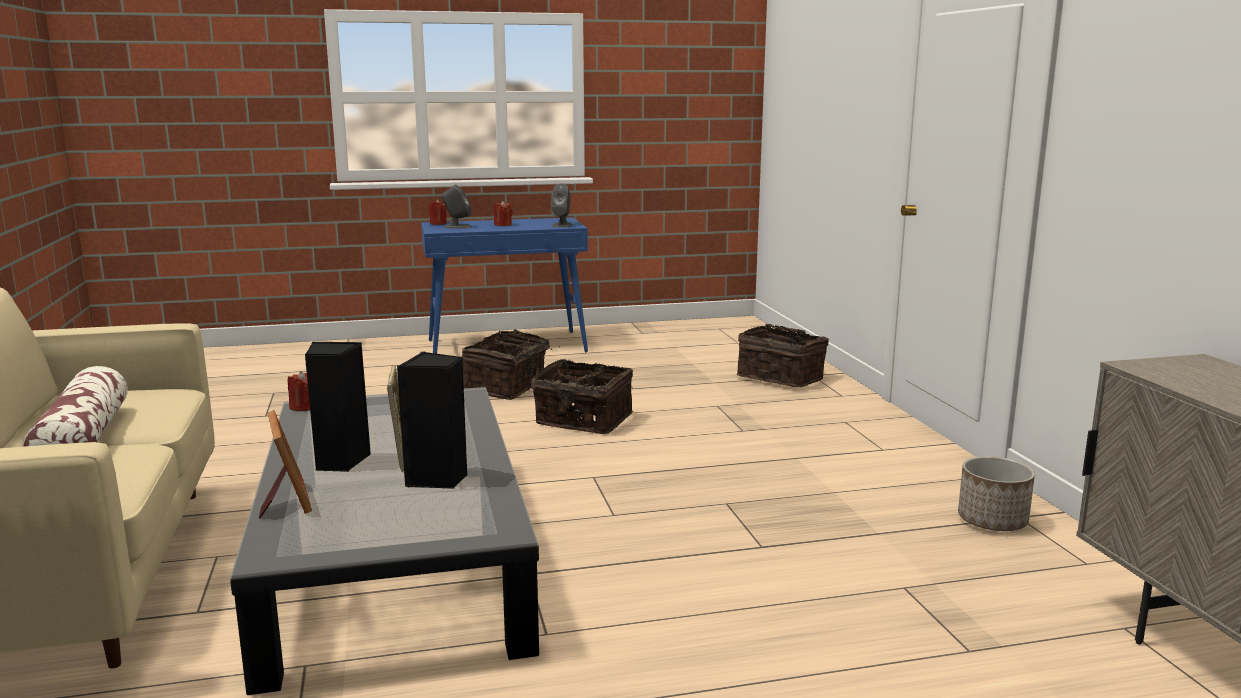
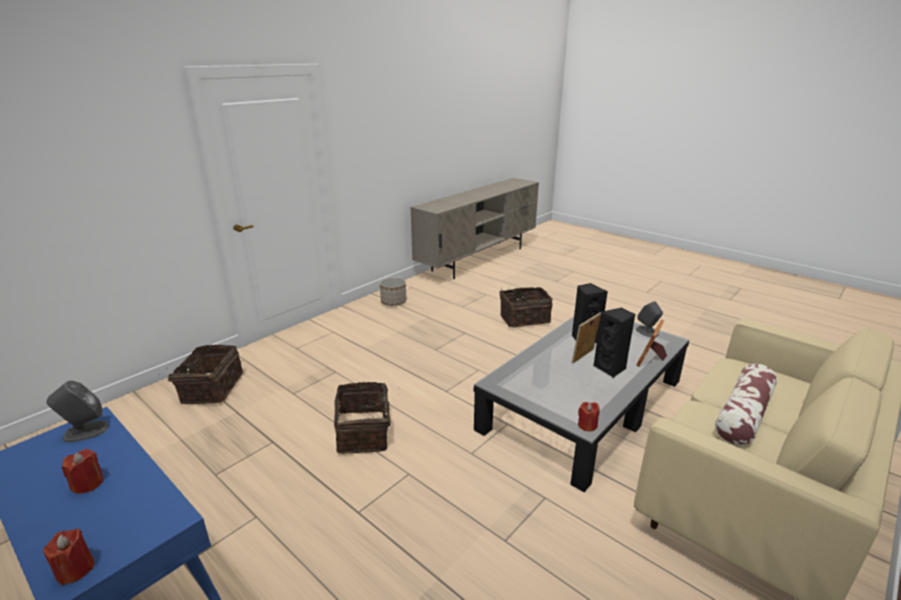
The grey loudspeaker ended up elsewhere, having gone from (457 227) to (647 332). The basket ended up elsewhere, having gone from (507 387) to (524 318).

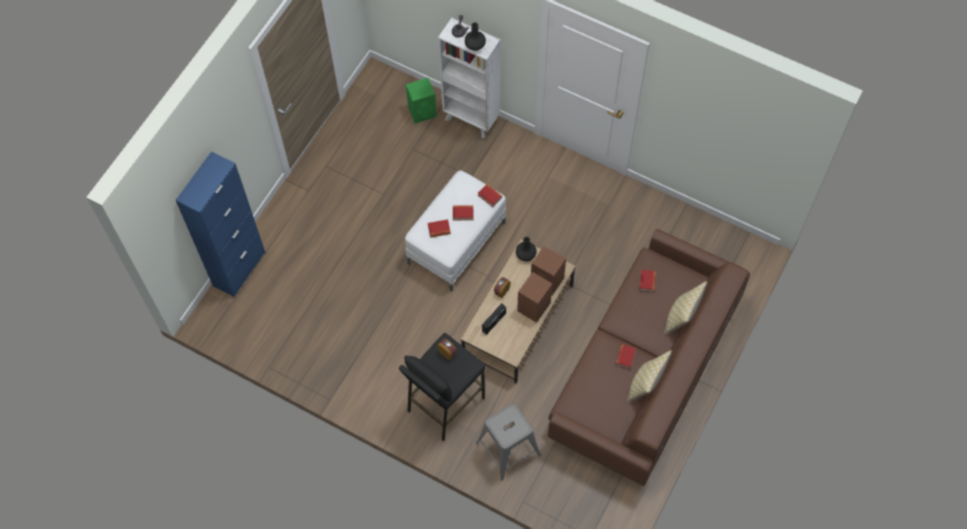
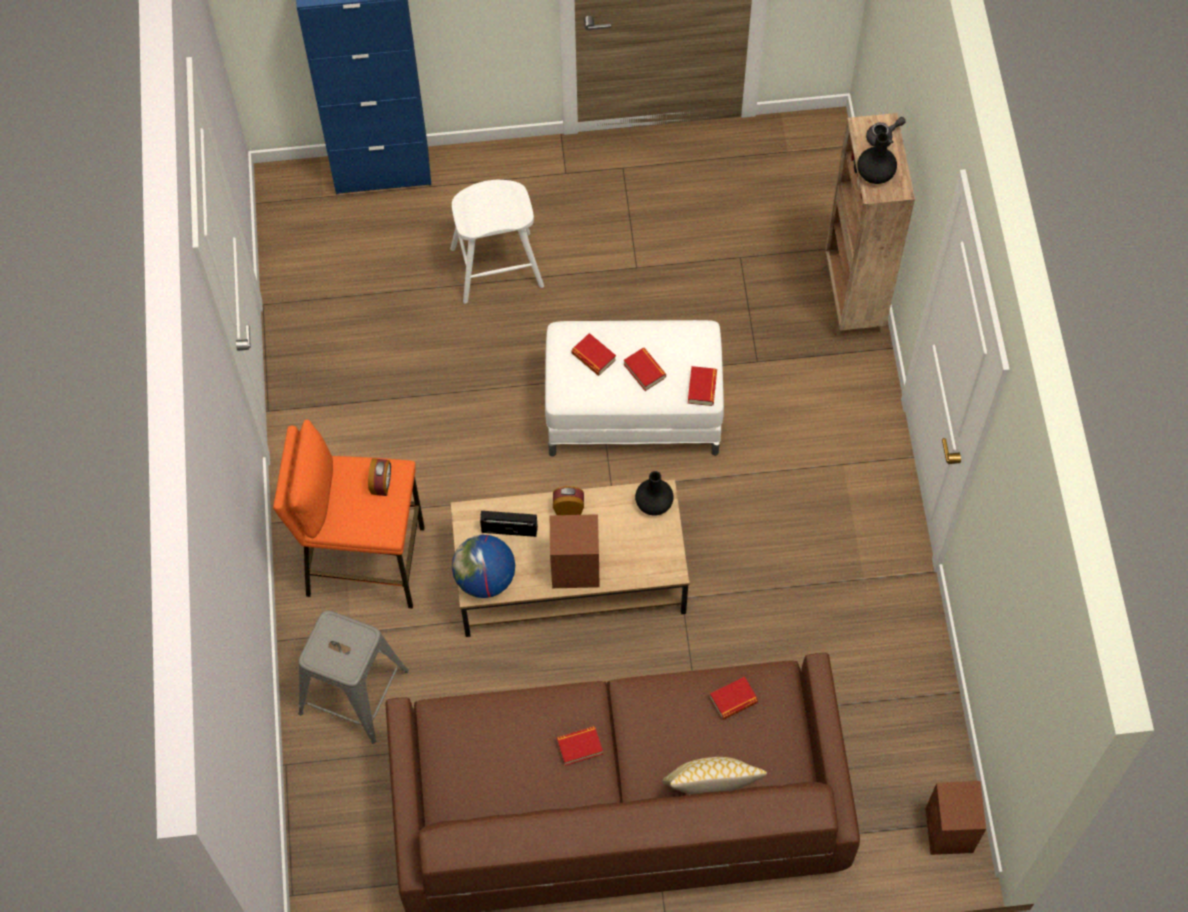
What was the black stool seat at (445 404) turned into the orange-coloured stool seat at (365 562). The second view lost the green loudspeaker at (423 111). What was the whitish bookcase at (471 120) turned into the brownish bookcase at (852 301). The brownish loudspeaker ended up elsewhere, having gone from (548 281) to (949 832). The second view lost the cushion at (645 385). The second view gained the whitish stool seat at (496 267). The second view gained the world globe at (485 578).

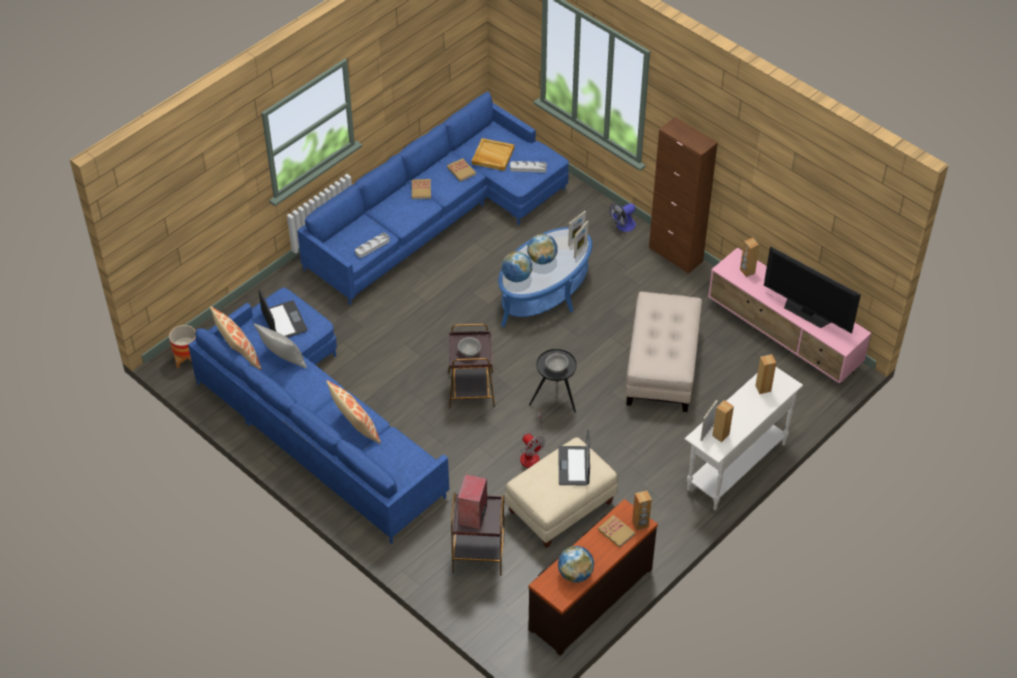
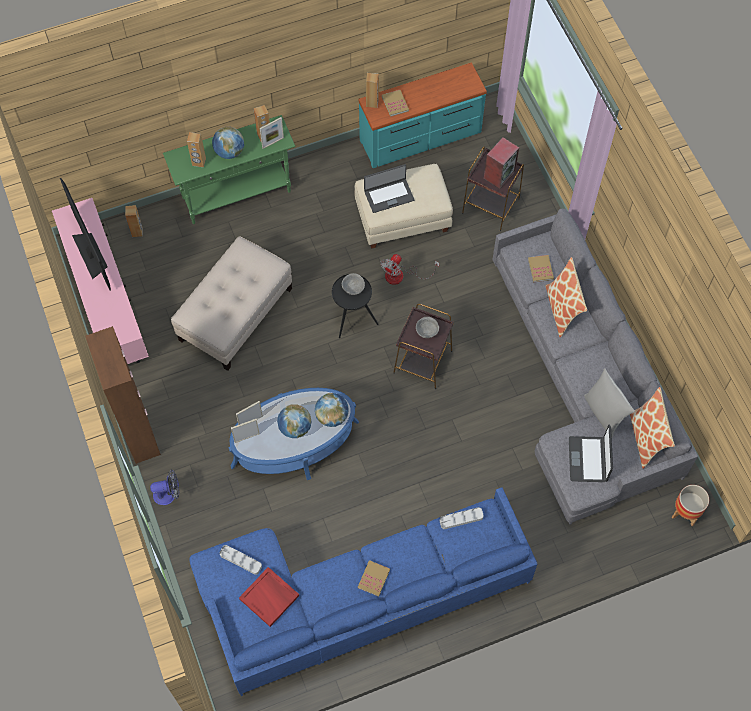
What was the blue-coloured settee at (316 424) turned into the grey settee at (582 384). The volume ended up elsewhere, having gone from (461 171) to (540 269). What was the beige tray at (492 156) turned into the reddish tray at (270 597). The cooling fan at (531 454) ended up facing another way, 135 degrees counterclockwise from before. What was the brownish drawer chest at (589 598) turned into the turquoise-coloured drawer chest at (421 137). The laptop at (574 466) ended up facing another way, 45 degrees clockwise from before. The world globe ended up elsewhere, having gone from (575 574) to (229 152). What was the whitish narrow table at (735 466) turned into the green narrow table at (237 195). The brownish loudspeaker ended up elsewhere, having gone from (747 271) to (137 231).

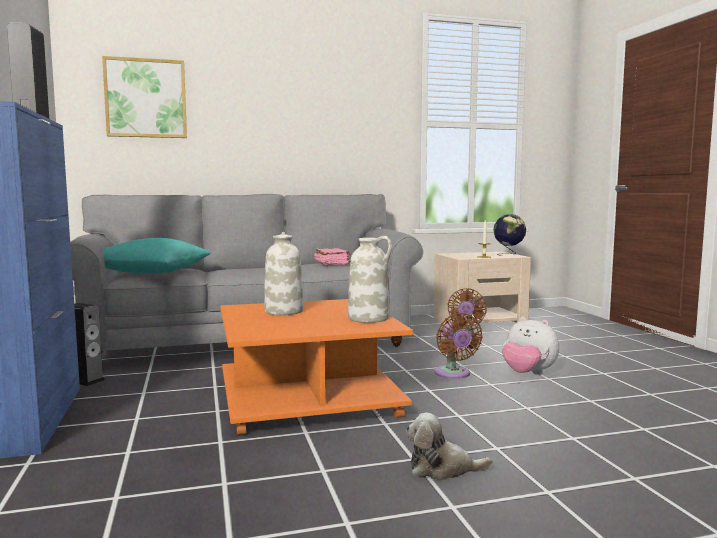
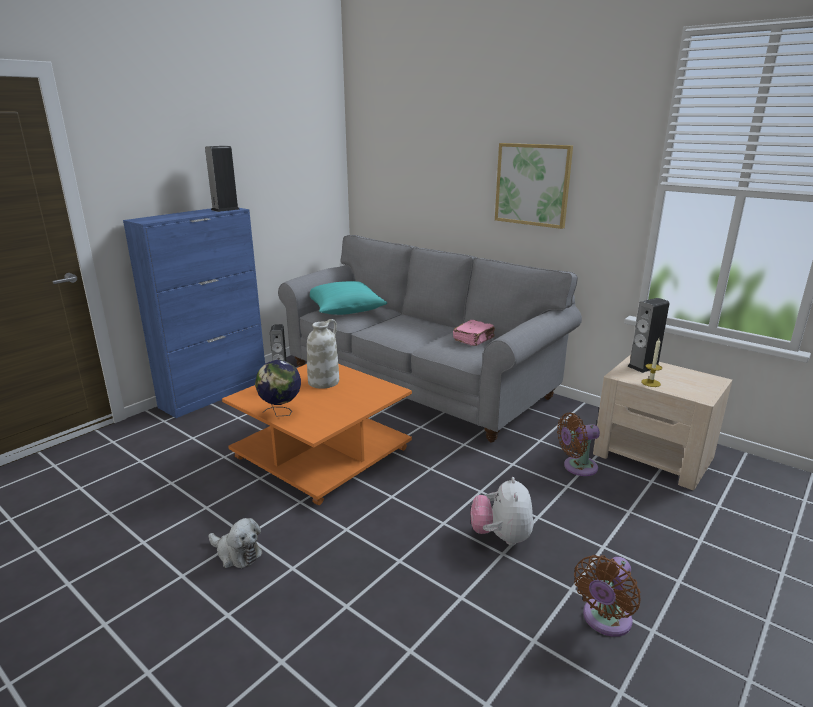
The wall picture ended up elsewhere, having gone from (146 98) to (532 184). The second view lost the whitish decorative vase at (369 318). The soft toy at (442 469) ended up facing another way, 150 degrees clockwise from before. The brownish cooling fan ended up elsewhere, having gone from (453 374) to (604 620). The world globe ended up elsewhere, having gone from (508 254) to (281 413). The second view gained the loudspeaker at (643 366).

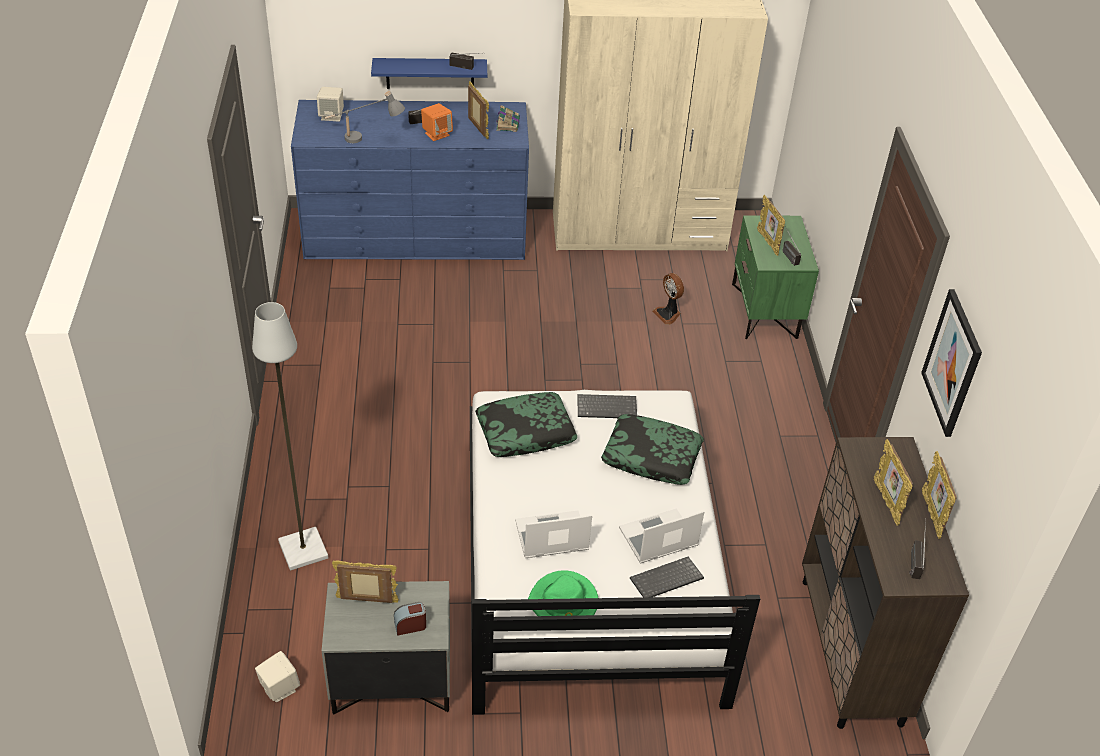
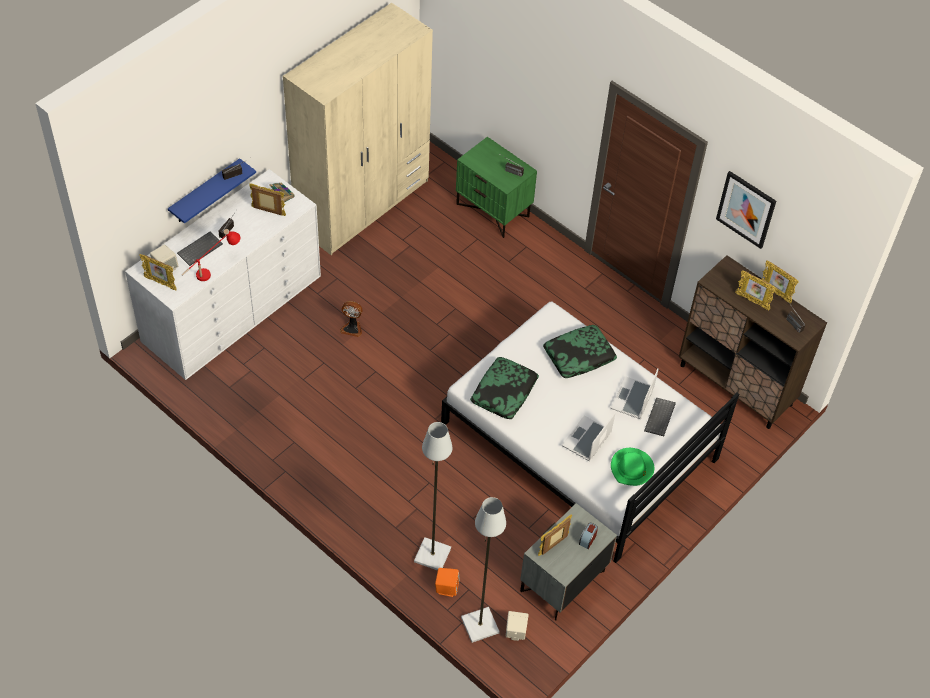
What was the blue-coloured drawer chest at (416 235) turned into the whitish drawer chest at (232 308). What was the grey table lamp at (366 140) turned into the reddish table lamp at (212 271). The orange-coloured loudspeaker ended up elsewhere, having gone from (437 134) to (446 588). The PC keyboard ended up elsewhere, having gone from (607 407) to (200 248). The cooling fan ended up elsewhere, having gone from (668 314) to (352 328). The standing frame ended up elsewhere, having gone from (768 243) to (160 283). The second view gained the grey standard lamp at (479 626).

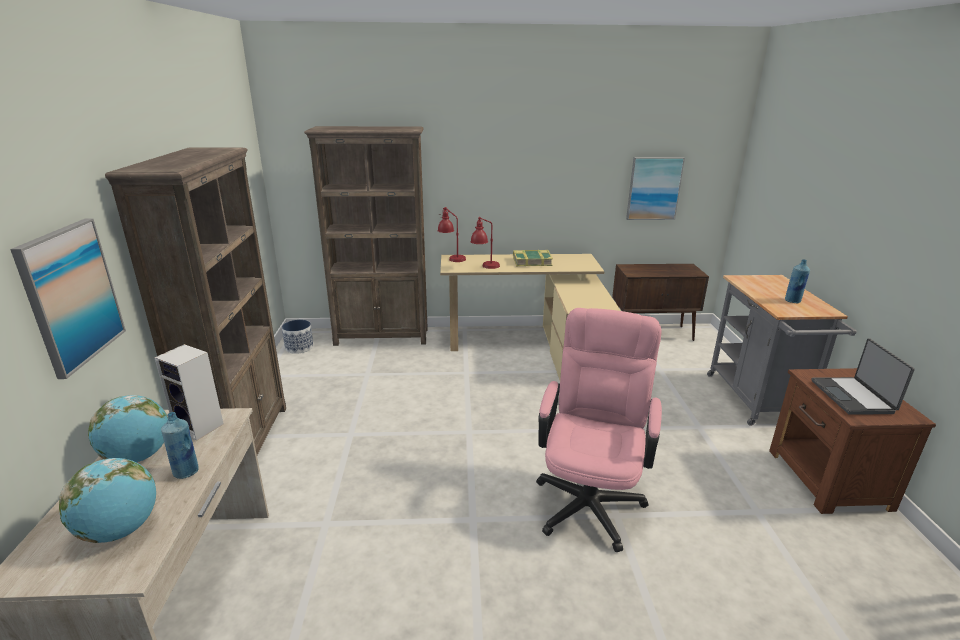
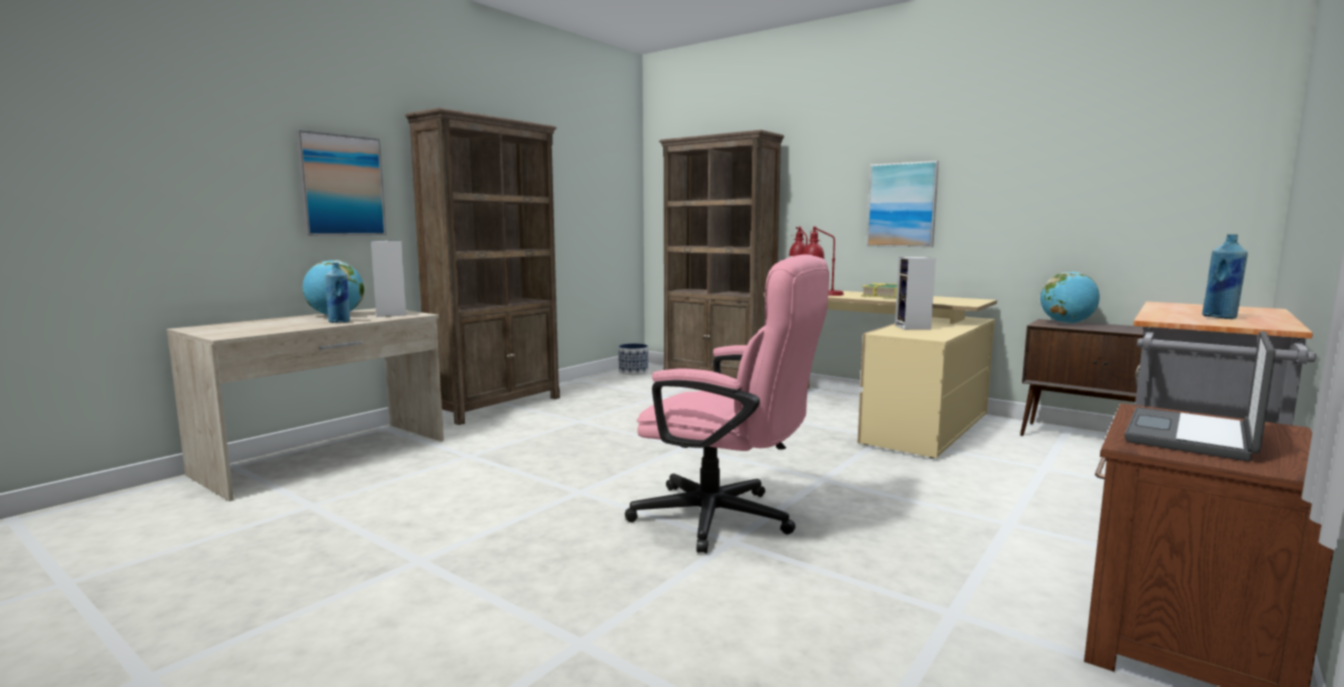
The world globe ended up elsewhere, having gone from (121 530) to (1067 323). The pink desk chair at (590 497) ended up facing another way, 60 degrees clockwise from before. The wall picture ended up elsewhere, having gone from (654 188) to (902 205). The second view gained the loudspeaker at (913 327).

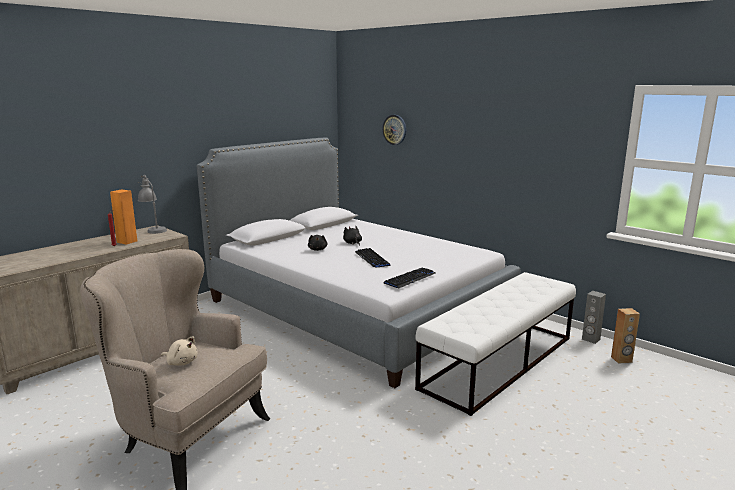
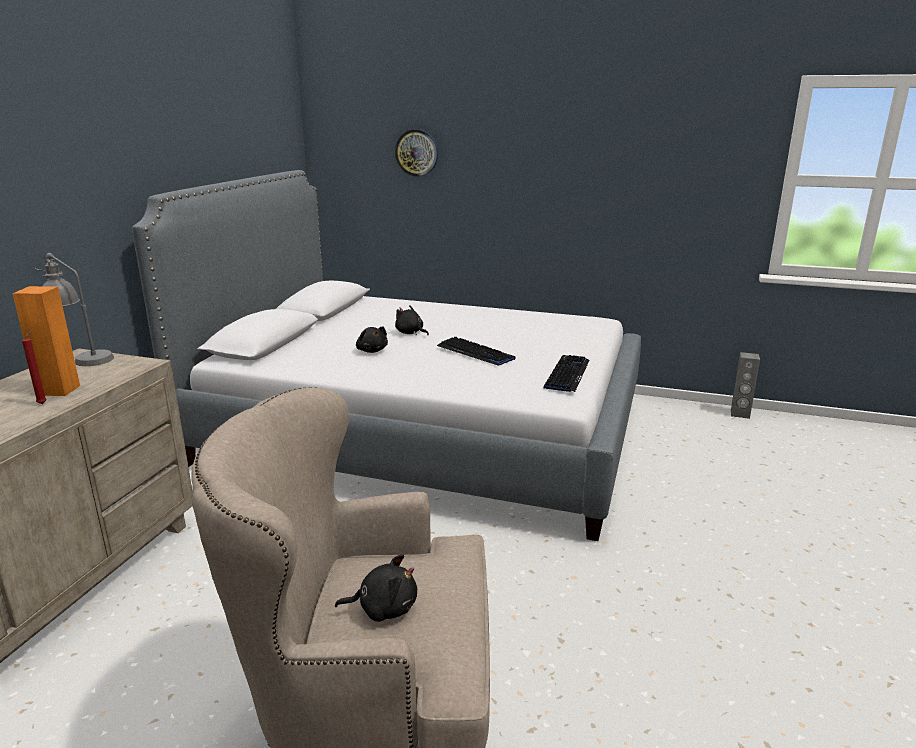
What was the beige soft toy at (181 362) turned into the black soft toy at (383 608). The second view lost the whitish long seat at (499 362). The second view lost the brownish loudspeaker at (621 359).

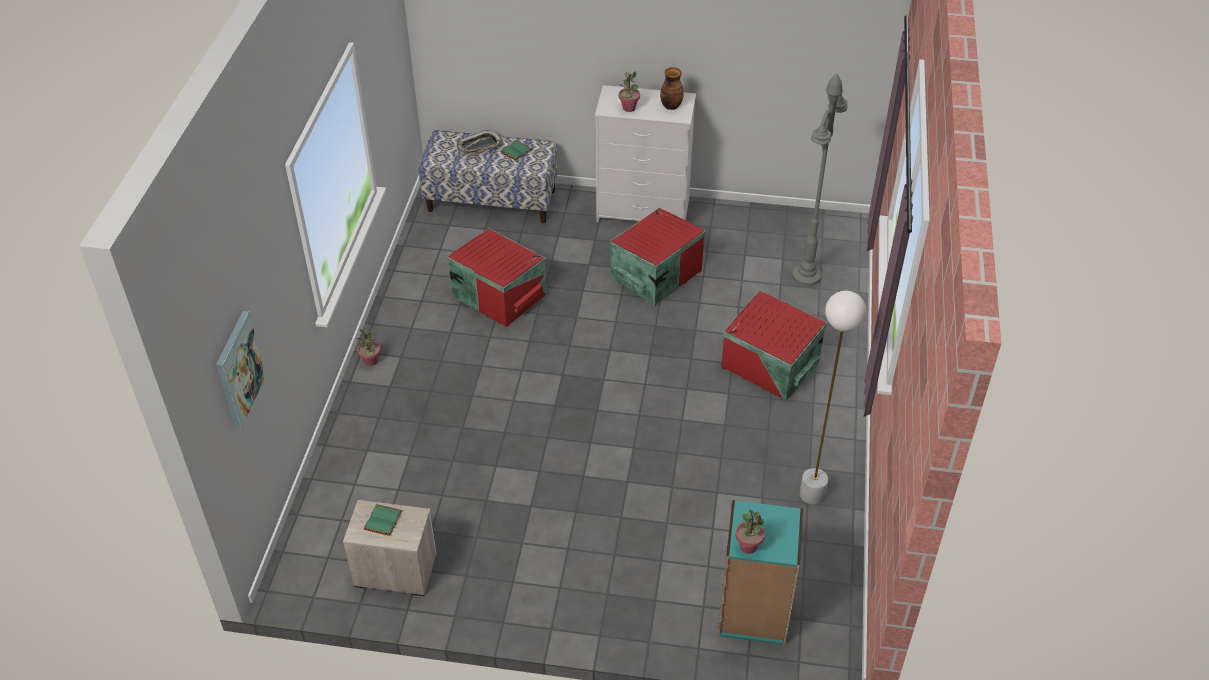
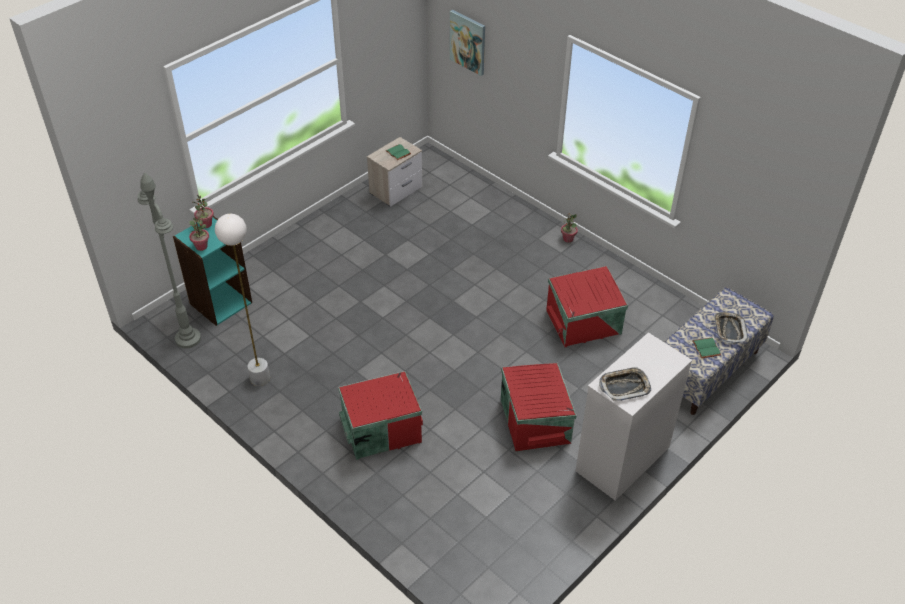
The potted plant ended up elsewhere, having gone from (628 108) to (201 246). Where the decorative vase stood at (670 106), the tray came to stand at (624 386). The grey standard lamp ended up elsewhere, having gone from (806 276) to (188 339).

